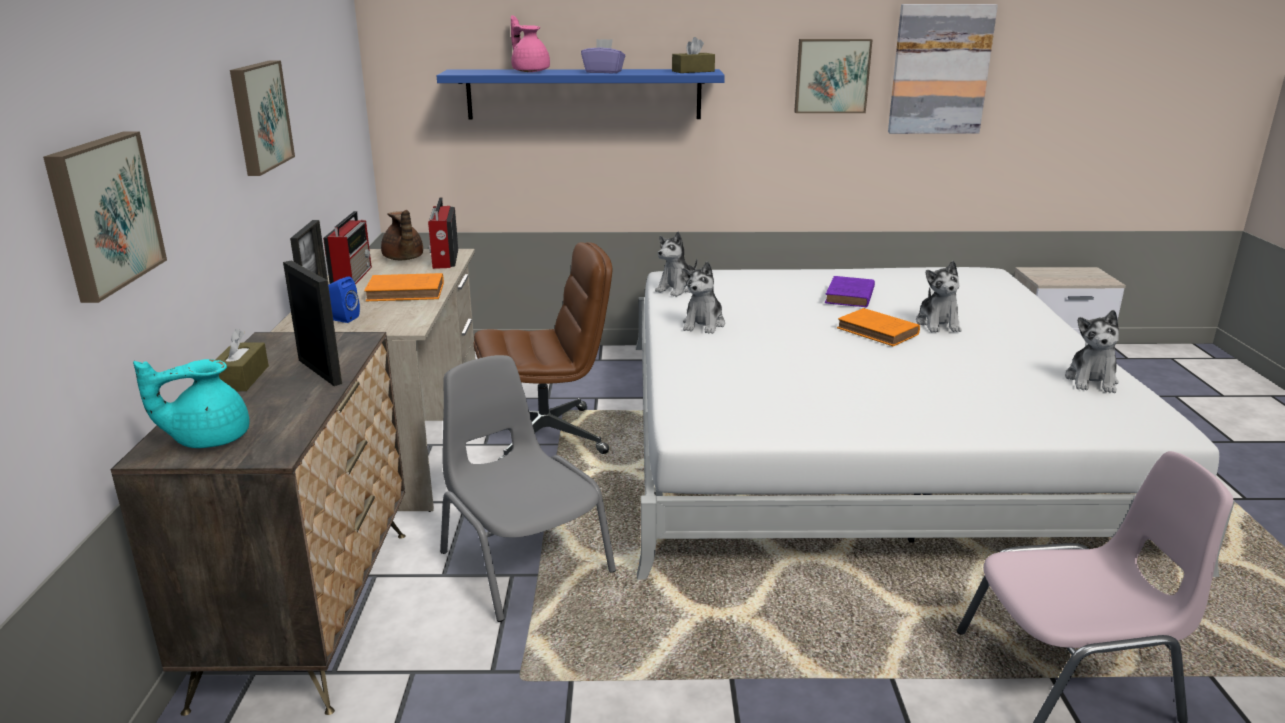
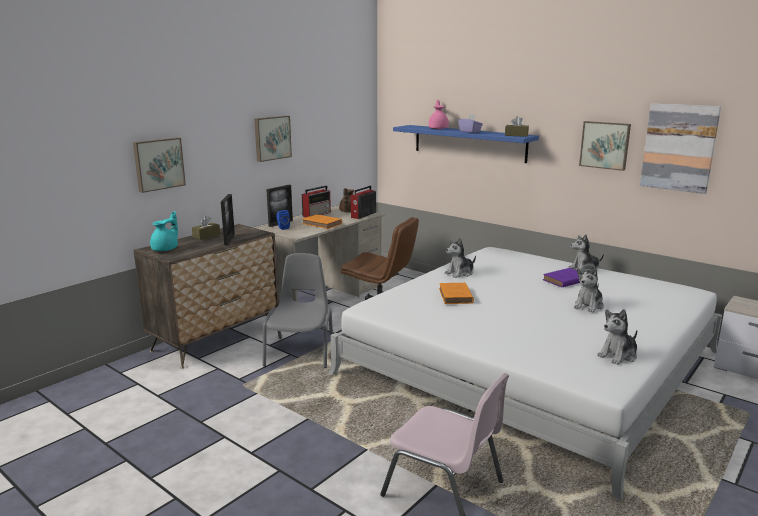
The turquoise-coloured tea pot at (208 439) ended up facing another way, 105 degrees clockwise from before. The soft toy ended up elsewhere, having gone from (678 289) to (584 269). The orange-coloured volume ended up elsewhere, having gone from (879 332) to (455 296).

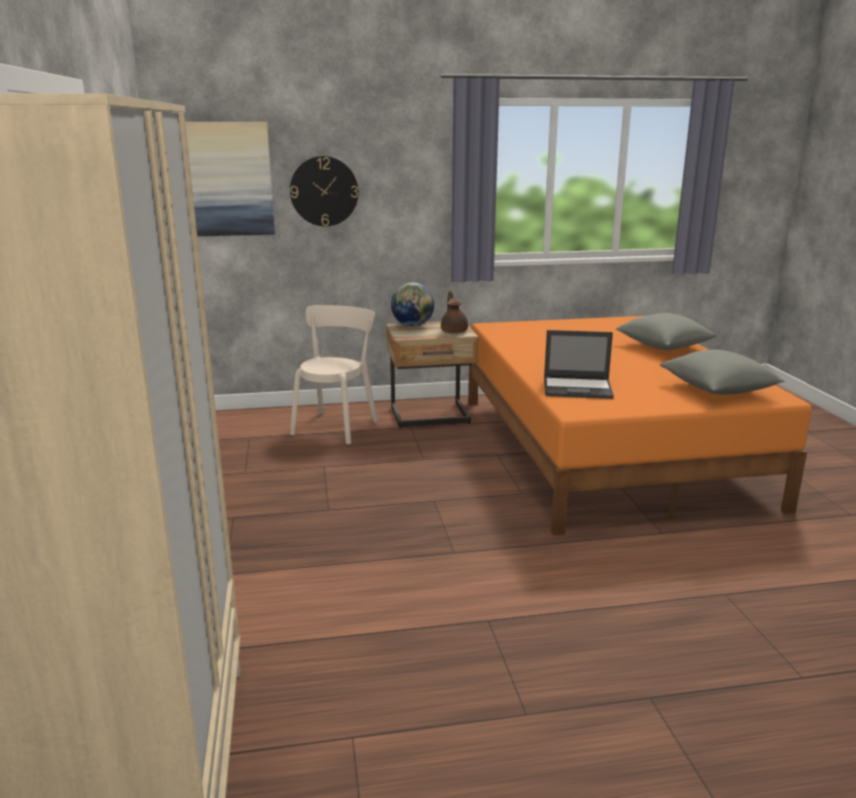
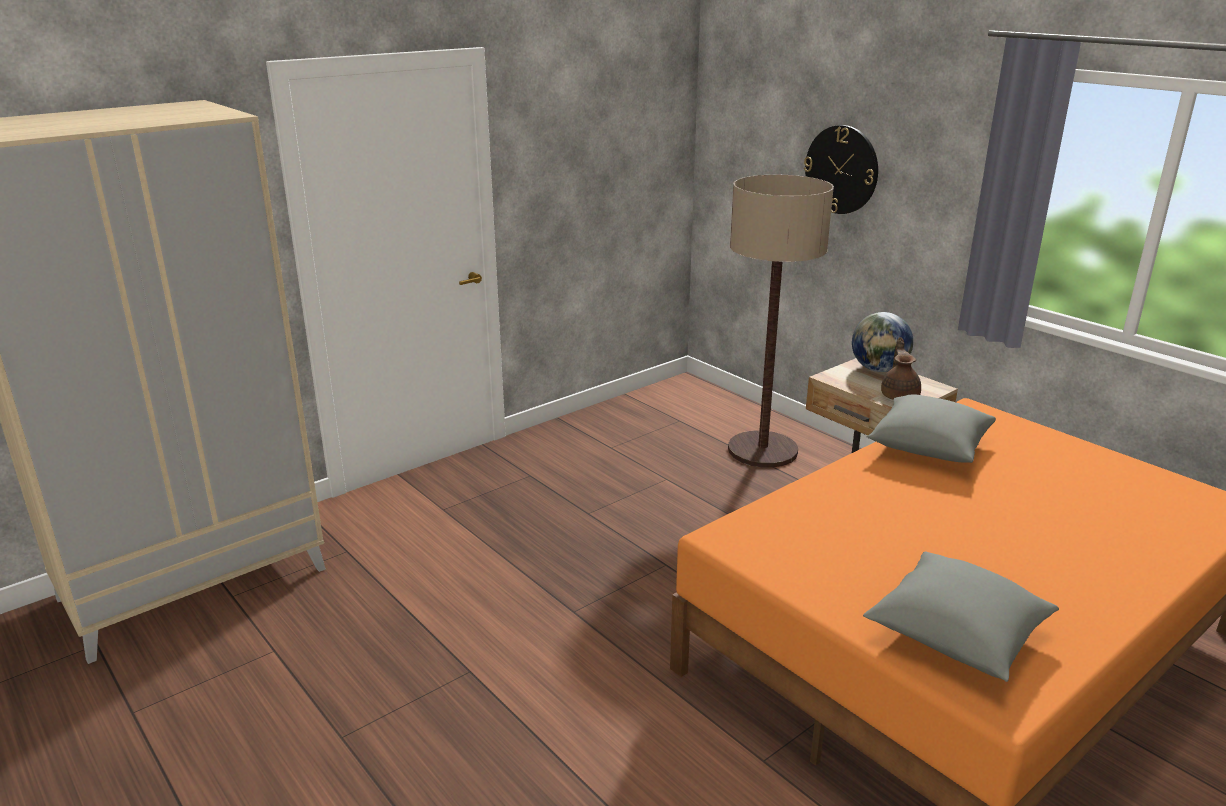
The second view lost the wall picture at (223 179). Where the beige plain chair stood at (336 426), the standard lamp came to stand at (762 450). The brownish tea pot at (454 331) ended up facing another way, 45 degrees counterclockwise from before. The second view lost the laptop at (578 388). The grey cushion ended up elsewhere, having gone from (663 346) to (928 447).

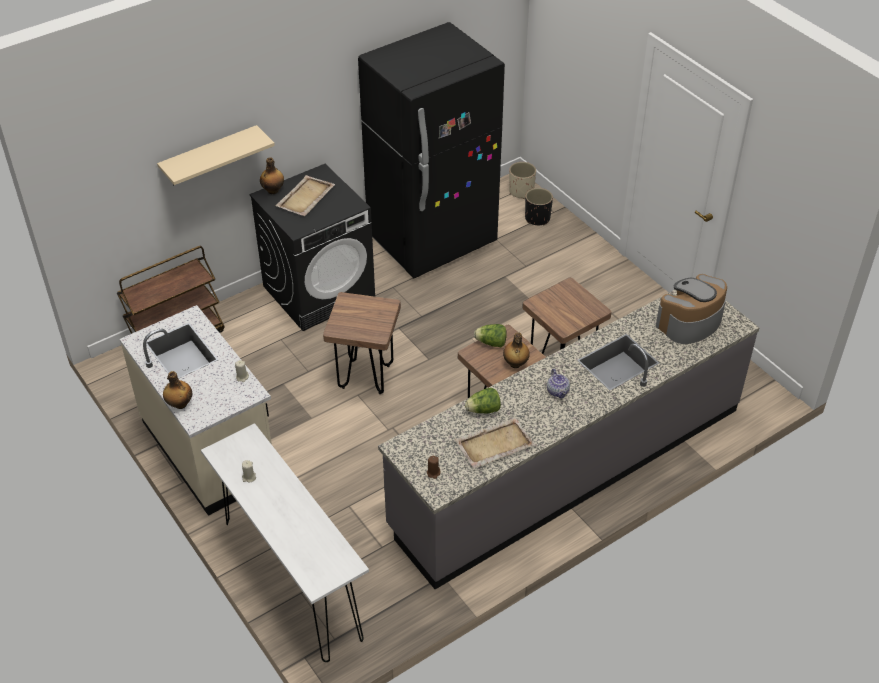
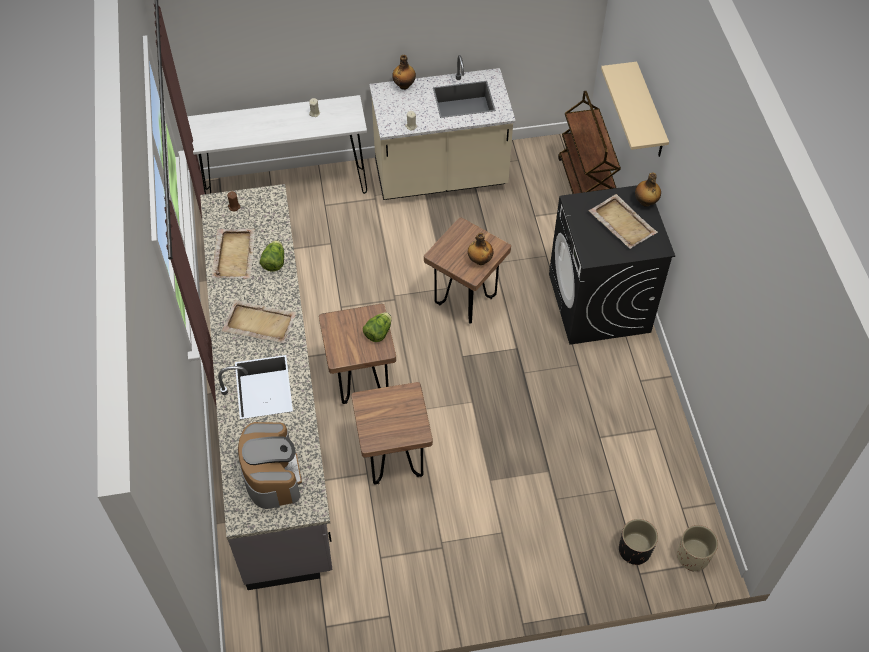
The second view lost the black fridge at (432 240). The beverage bottle ended up elsewhere, having gone from (515 364) to (480 260). Where the tea pot stood at (558 392), the beige tray came to stand at (259 323).

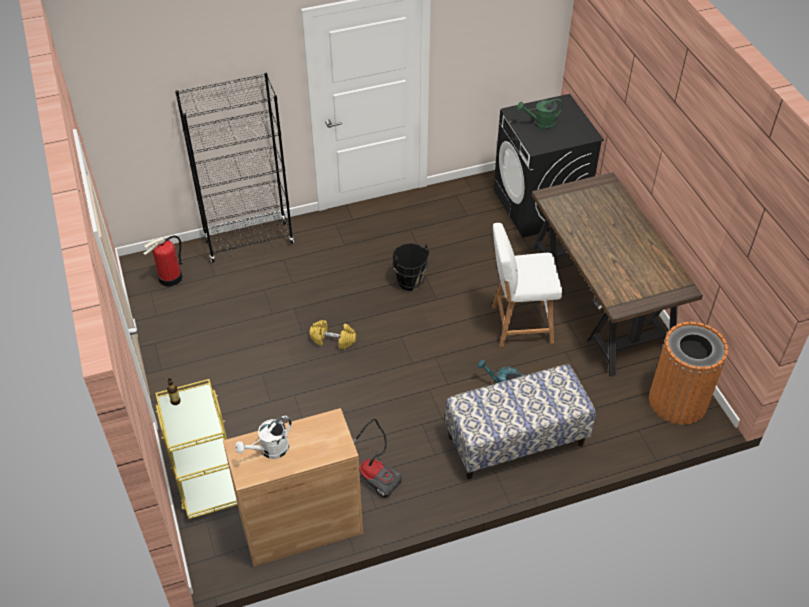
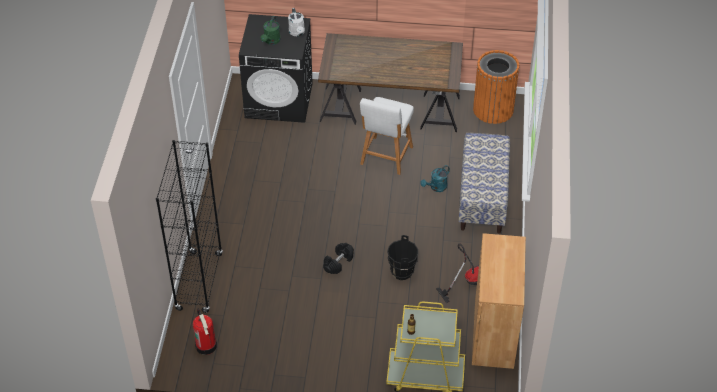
The whitish watering pot ended up elsewhere, having gone from (270 450) to (297 33). What was the yellowish free weight at (333 340) turned into the black free weight at (338 262). The black bucket ended up elsewhere, having gone from (410 281) to (401 272).

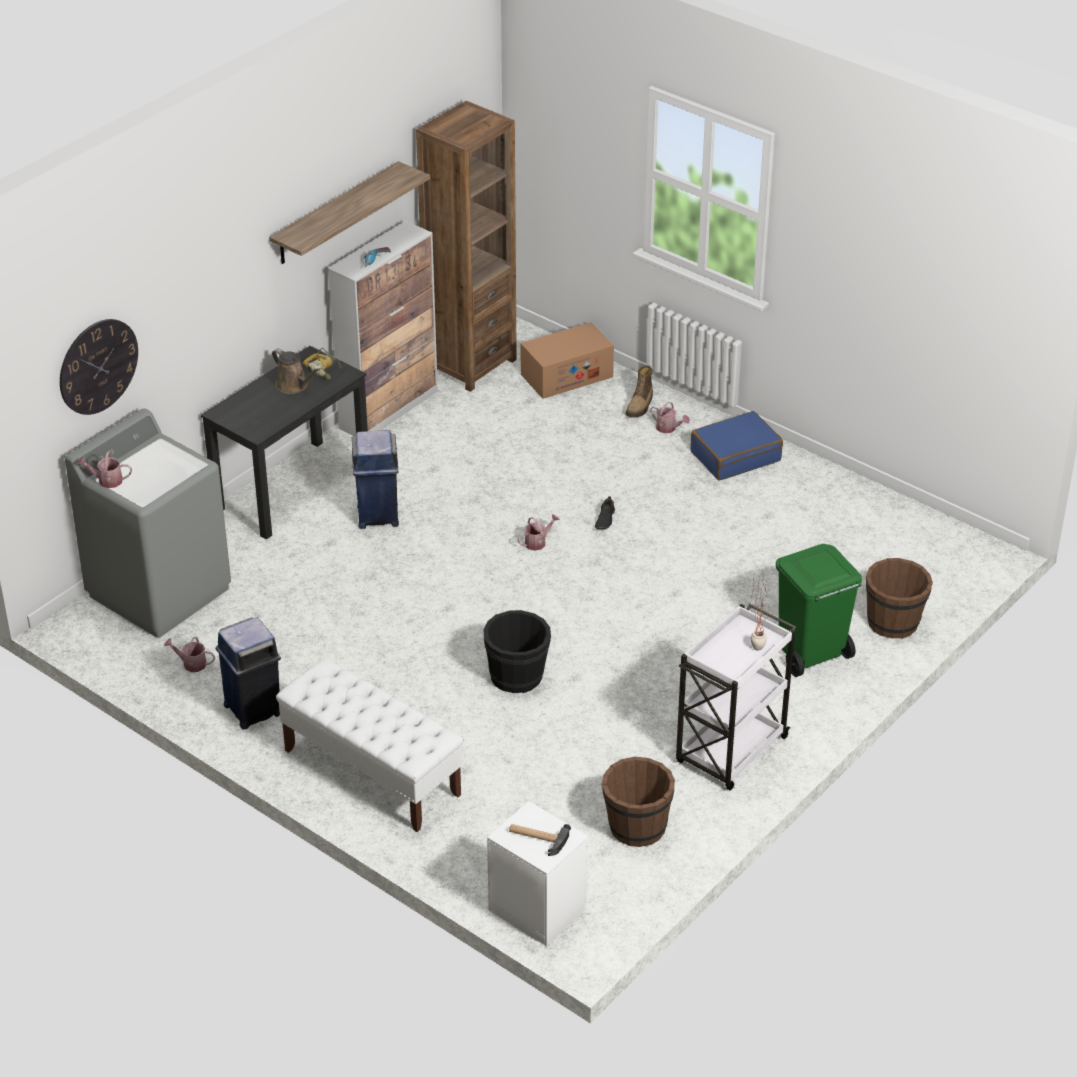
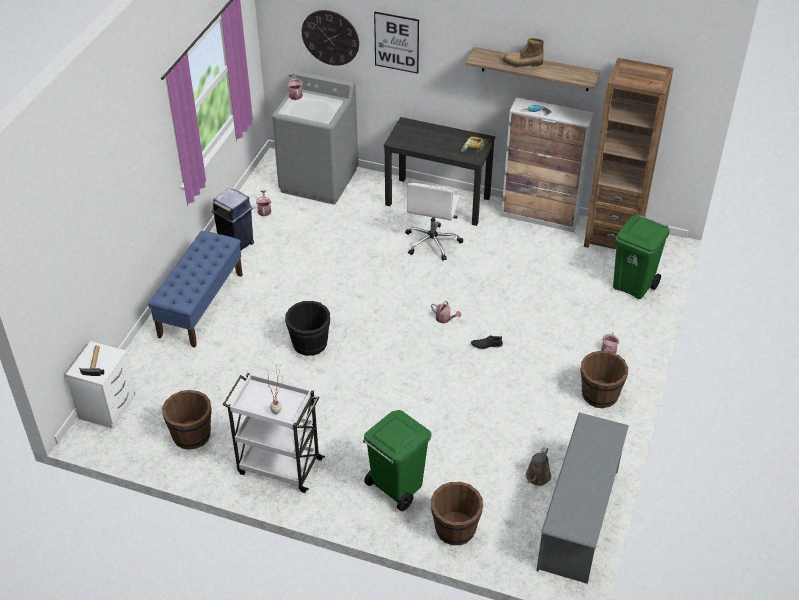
The brownish watering pot ended up elsewhere, having gone from (294 386) to (537 478). What was the whitish long seat at (371 772) turned into the blue-coloured long seat at (201 305). Where the blue-coloured waste bin stood at (378 515), the whitish desk chair came to stand at (432 242). Where the carton stood at (566 375), the green waste bin came to stand at (633 286). The boot ended up elsewhere, having gone from (640 406) to (522 63). Where the blue-coloured suitcase stood at (735 456), the brownish bucket came to stand at (599 395). The second view gained the wall picture at (396 42). The second view gained the grey shoe stand at (579 518).

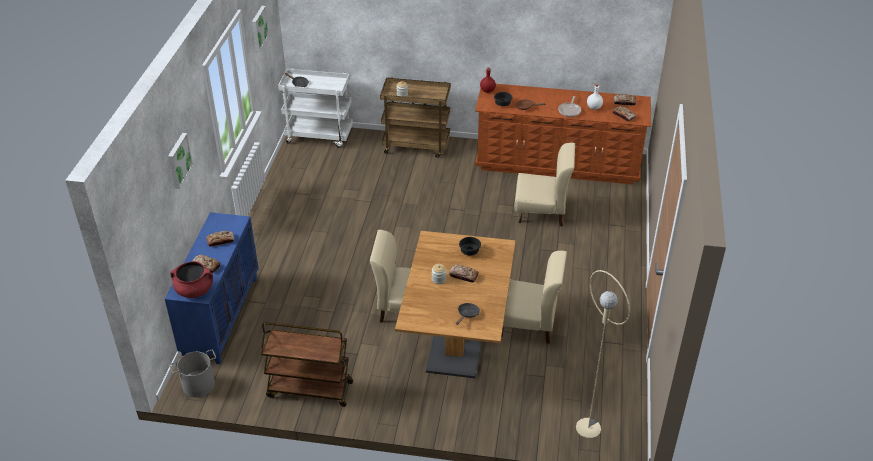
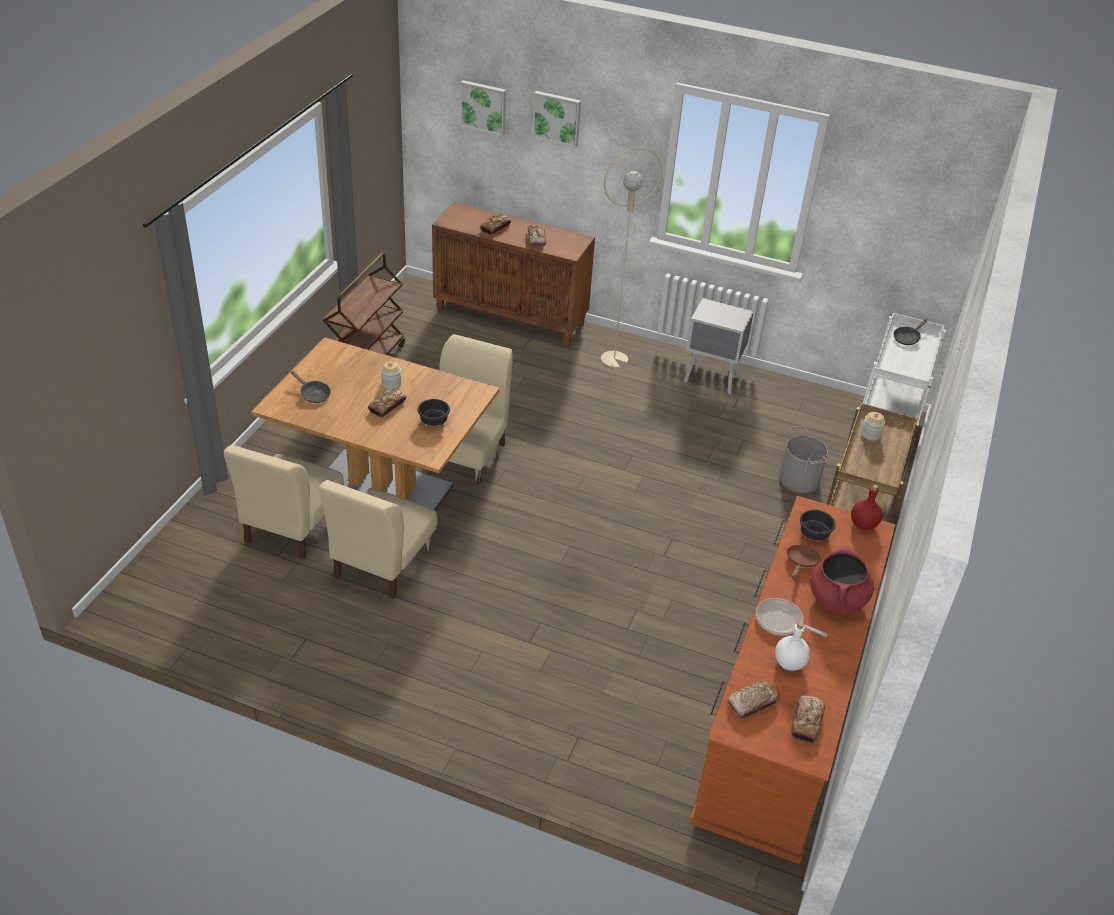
What was the blue-coloured cupboard at (221 317) turned into the brownish cupboard at (511 317). The grey bucket ended up elsewhere, having gone from (198 384) to (800 479). The reddish cooking pot ended up elsewhere, having gone from (195 290) to (837 599). The wall picture ended up elsewhere, having gone from (258 28) to (484 107). The beige plain chair ended up elsewhere, having gone from (541 212) to (291 527). The beige standard lamp ended up elsewhere, having gone from (588 428) to (614 359). The second view gained the grey night table at (712 380).

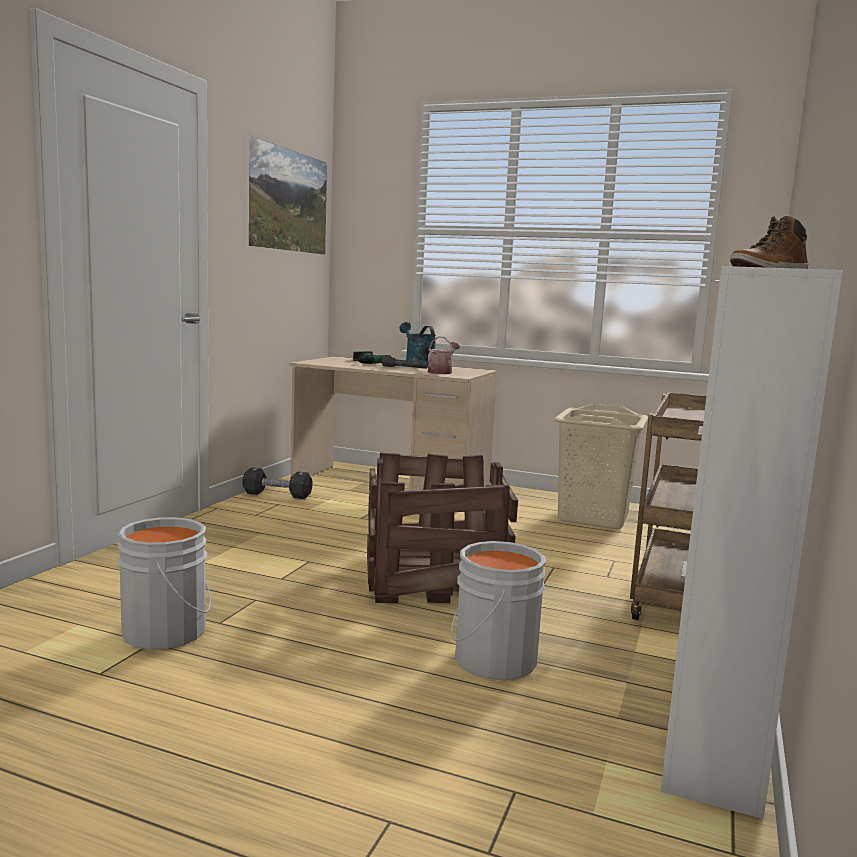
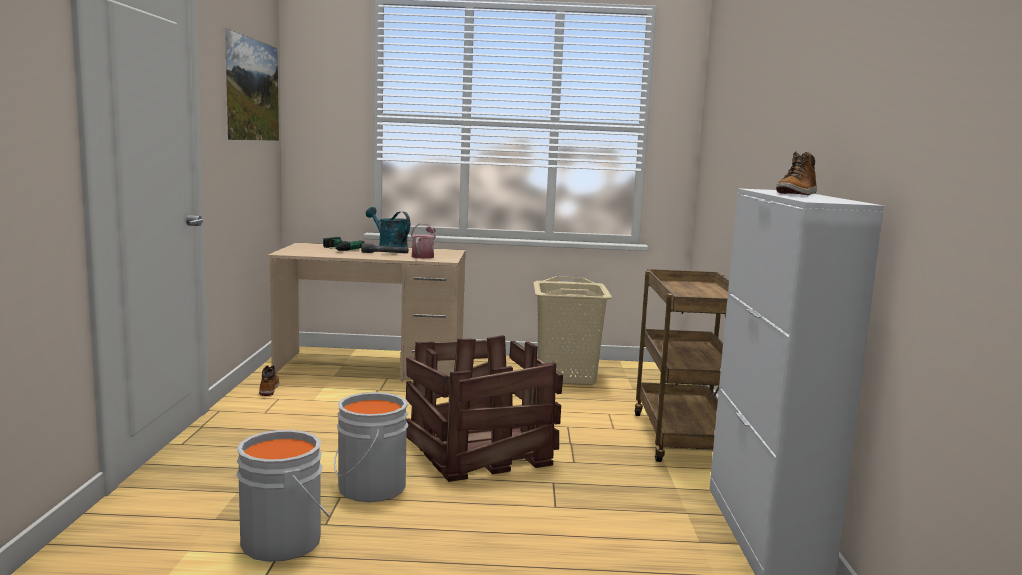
Where the black free weight stood at (277 495), the boot came to stand at (268 389). The grey bucket ended up elsewhere, having gone from (490 659) to (368 488).

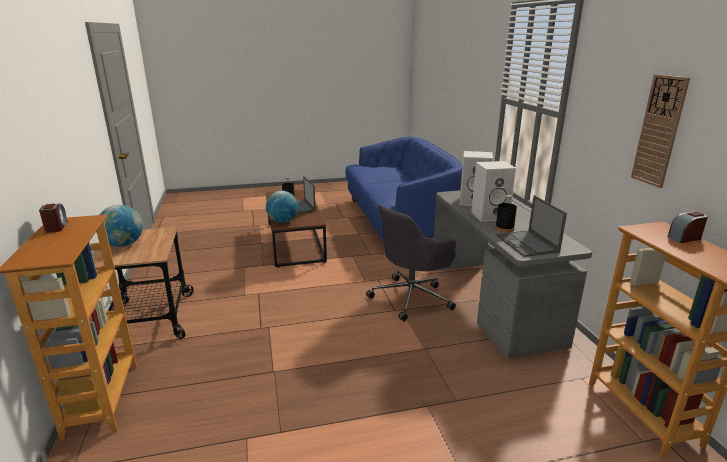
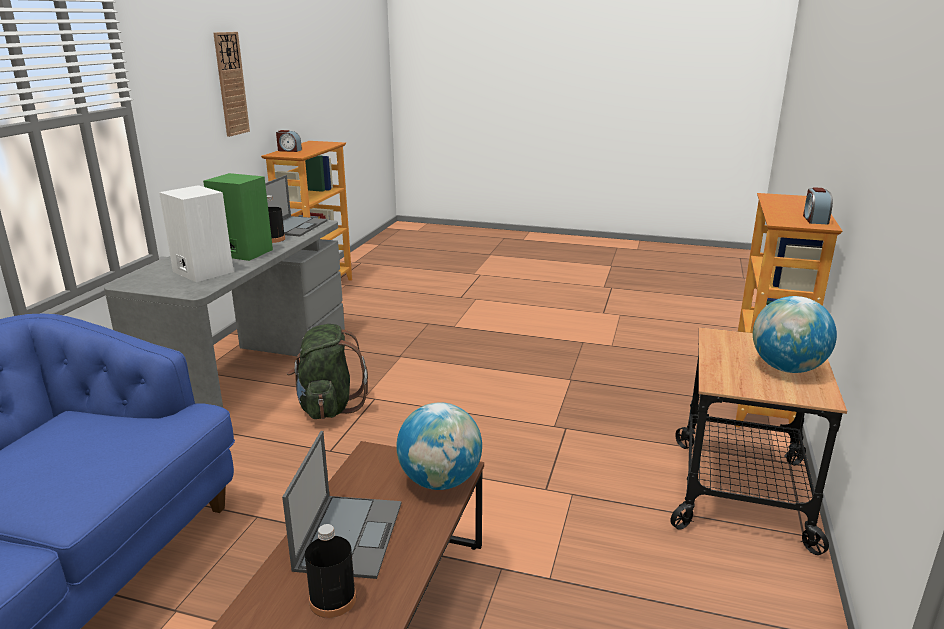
Where the grey desk chair stood at (412 297), the green rucksack came to stand at (328 407). What was the whitish loudspeaker at (490 215) turned into the green loudspeaker at (242 253).

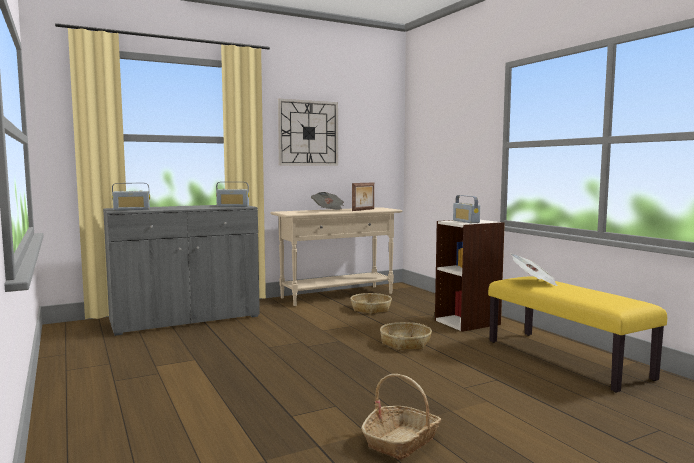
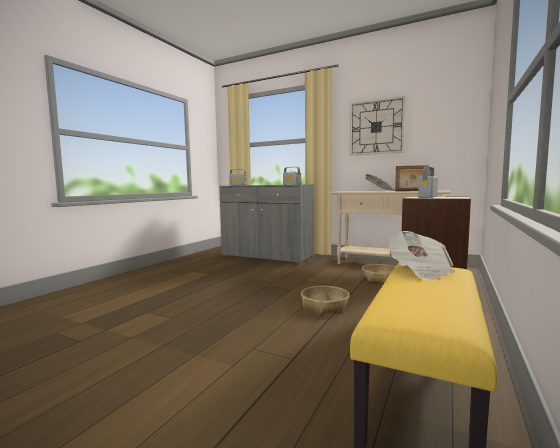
The second view lost the basket at (401 441).

